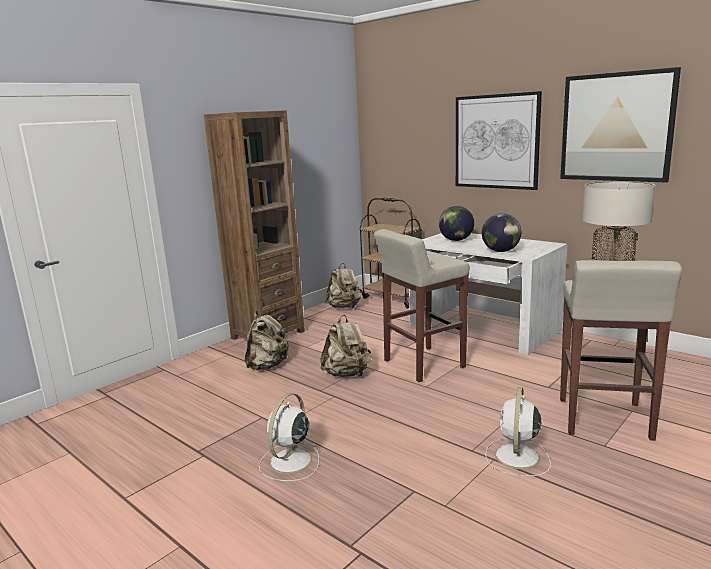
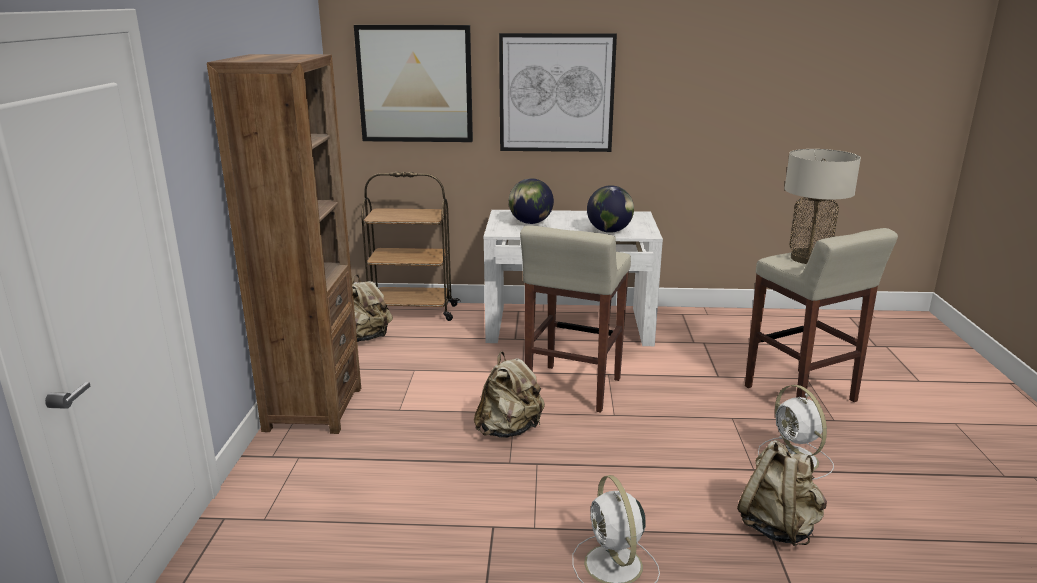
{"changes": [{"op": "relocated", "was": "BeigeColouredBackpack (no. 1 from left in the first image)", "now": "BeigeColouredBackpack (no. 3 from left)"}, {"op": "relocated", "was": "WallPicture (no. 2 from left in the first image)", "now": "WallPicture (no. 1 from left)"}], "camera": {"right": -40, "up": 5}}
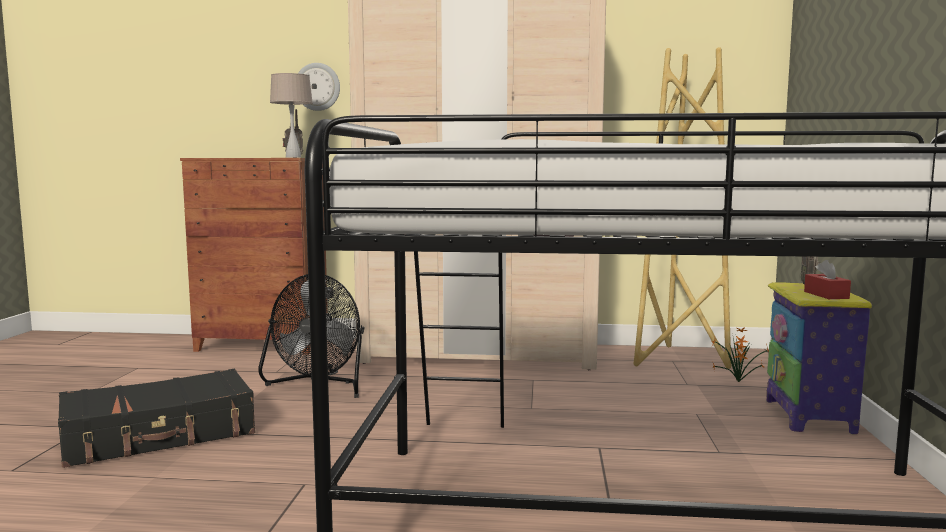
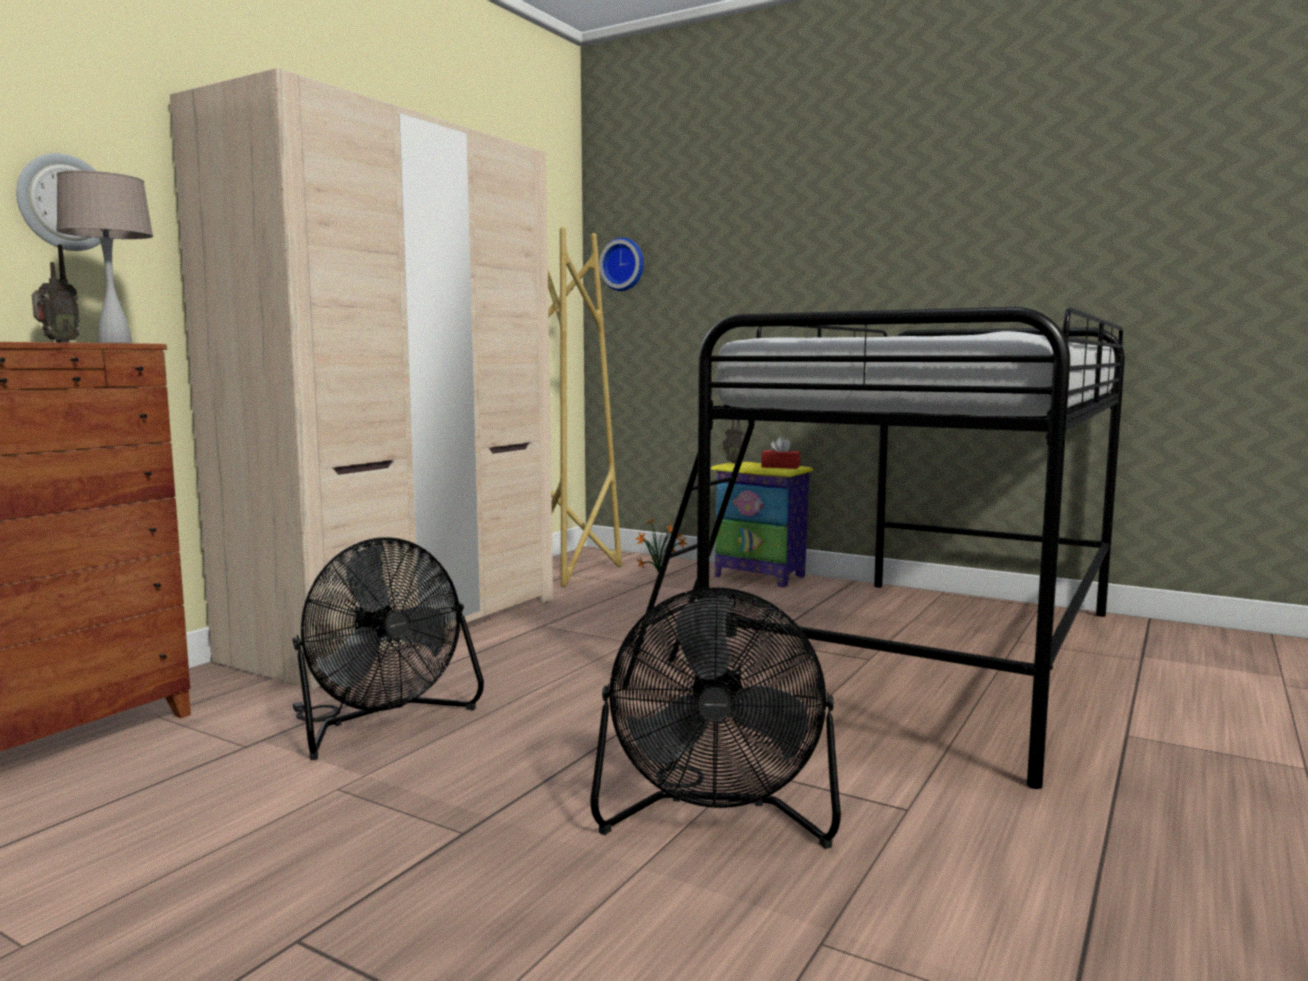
{"changes": [{"op": "missing", "was": "BlackColouredPieceOfLuggage"}, {"op": "appeared", "now": "BlackColouredElectricFan (no. 2 from left)"}, {"op": "appeared", "now": "HangingClock (no. 2 from left)"}], "camera": {"right": -65, "up": 0}}
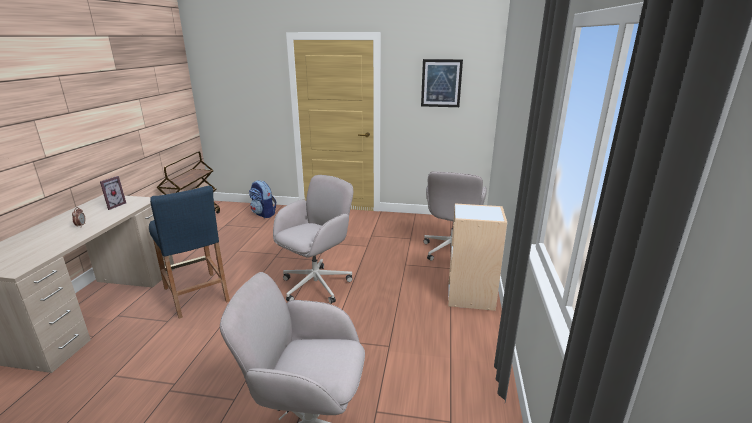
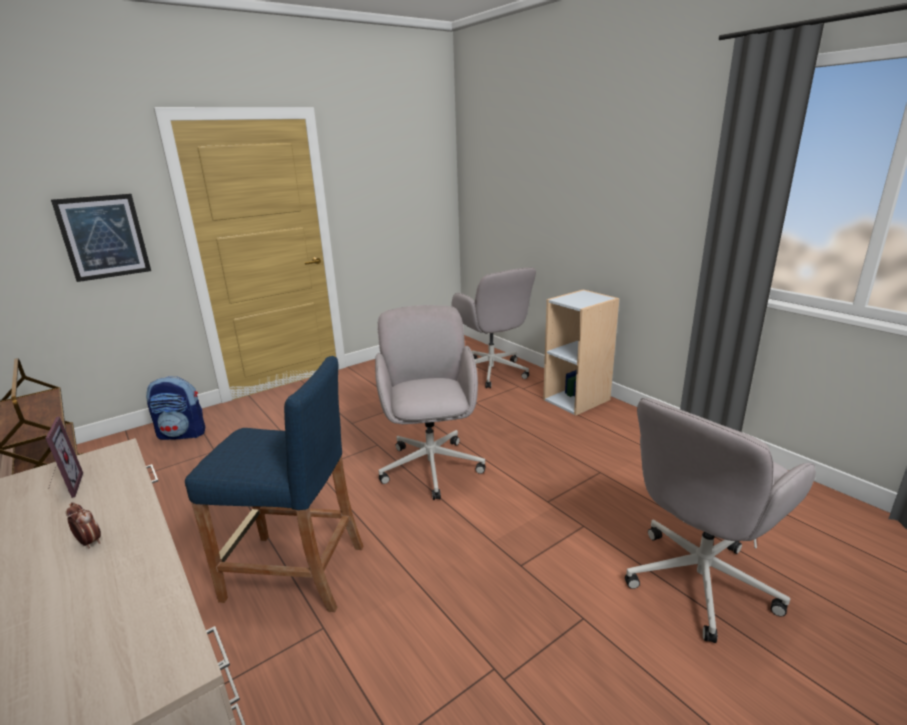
{"changes": [{"op": "relocated", "was": "WallPicture"}], "camera": {"right": -45, "up": 0}}
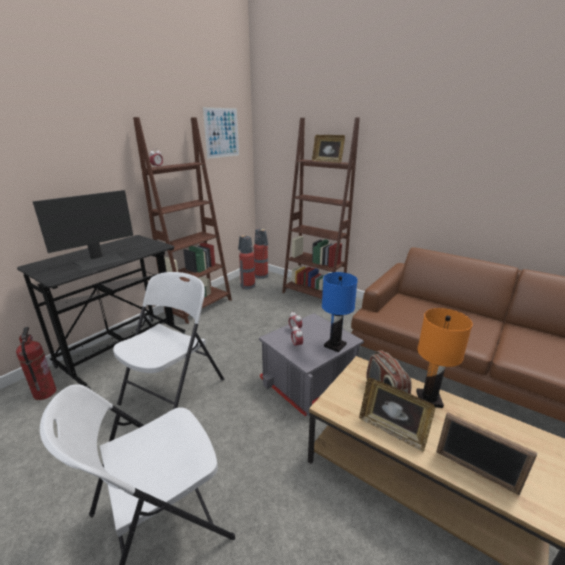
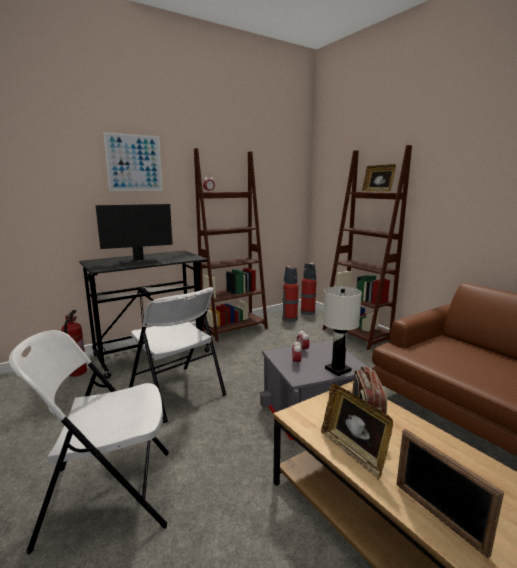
{"changes": [{"op": "missing", "was": "OrangeLampForATable"}, {"op": "relocated", "was": "WallPicture"}, {"op": "colour", "was": "BluishLampForATable", "now": "WhiteLampForATable"}, {"op": "spun", "was": "WhitePlainChair (no. 2 from left)", "clockwise": 90}], "camera": {"right": 20, "up": -10}}
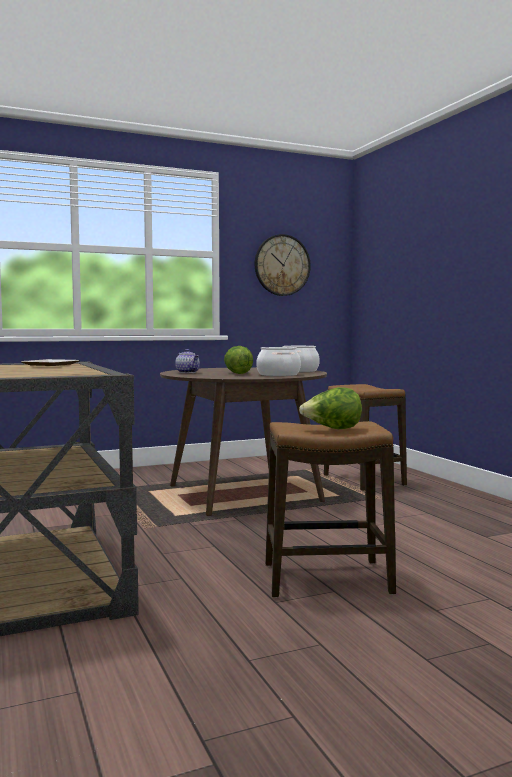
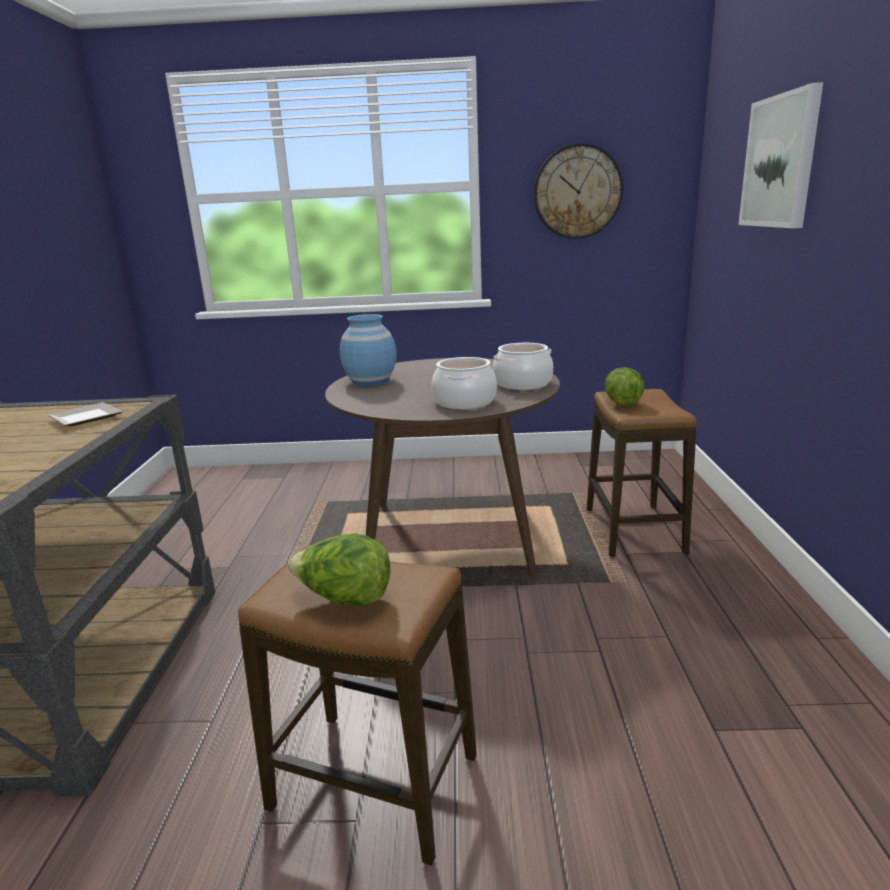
{"changes": [{"op": "appeared", "now": "WallPicture"}, {"op": "relocated", "was": "HeadOfLettuce (no. 1 from left in the first image)", "now": "HeadOfLettuce (no. 2 from left)"}, {"op": "exchanged", "was": "Teapot", "now": "BluishFlowerVase"}], "camera": {"right": 25, "up": 15}}
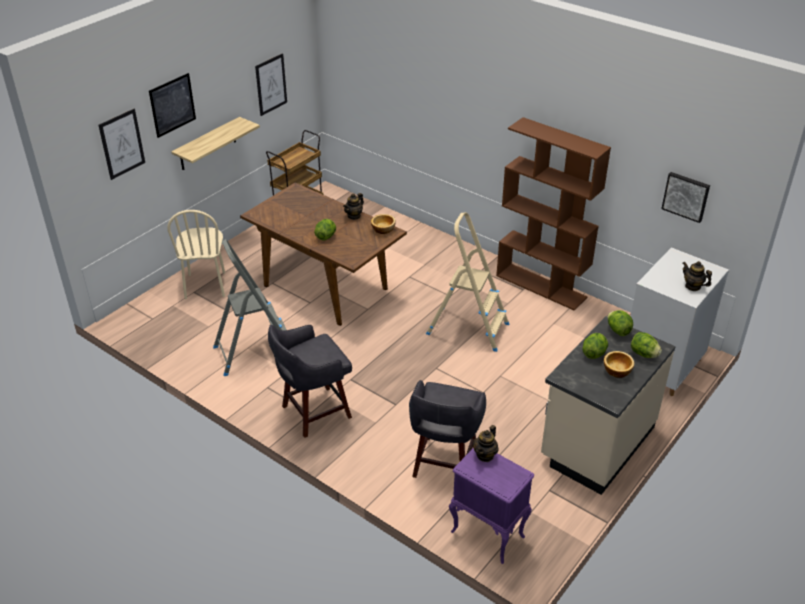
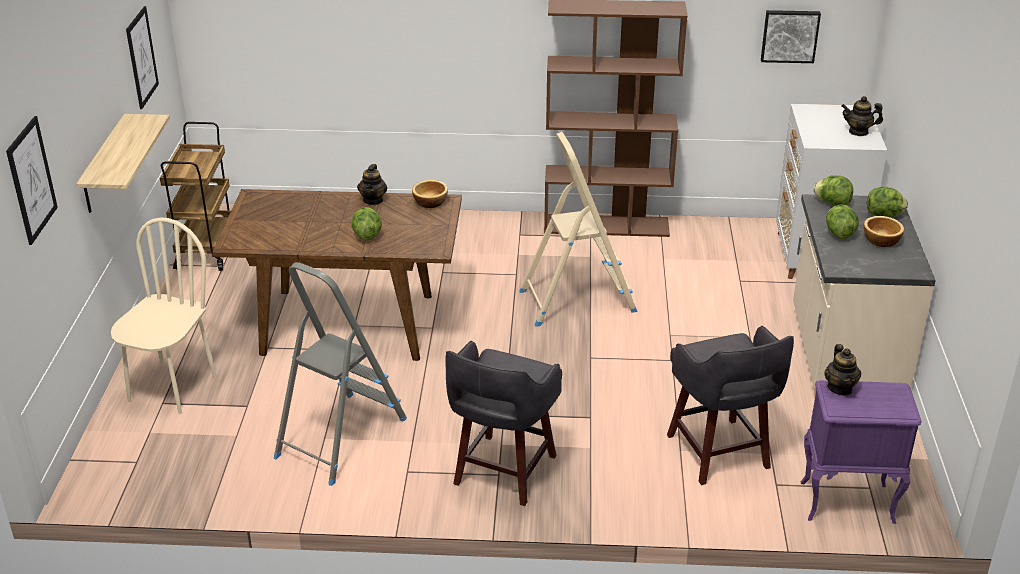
{"changes": [{"op": "missing", "was": "WallPicture (no. 2 from left)"}, {"op": "spun", "was": "BeigeColouredPlainChair", "clockwise": -120}], "camera": {"right": -35, "up": -5}}
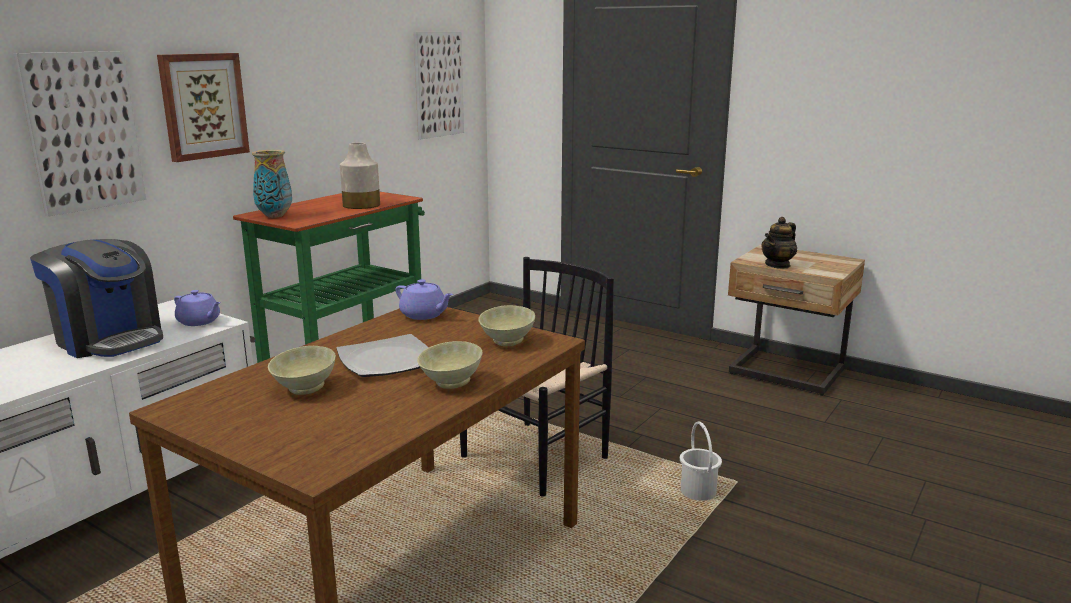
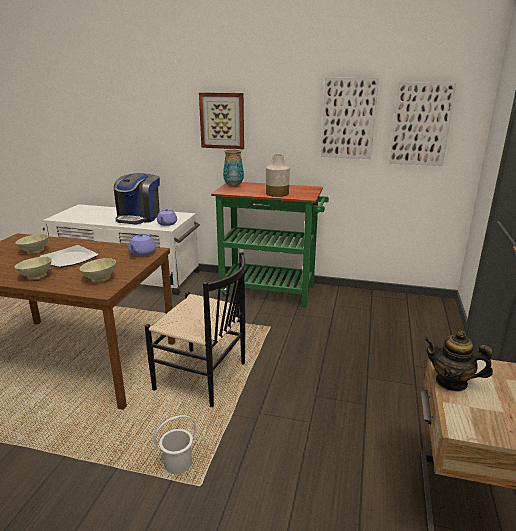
{"changes": [{"op": "relocated", "was": "WallPicture (no. 1 from left in the first image)", "now": "WallPicture (no. 2 from left)"}], "camera": {"right": 70, "up": 5}}
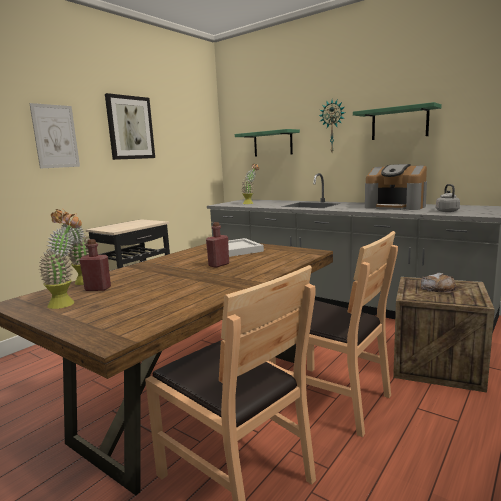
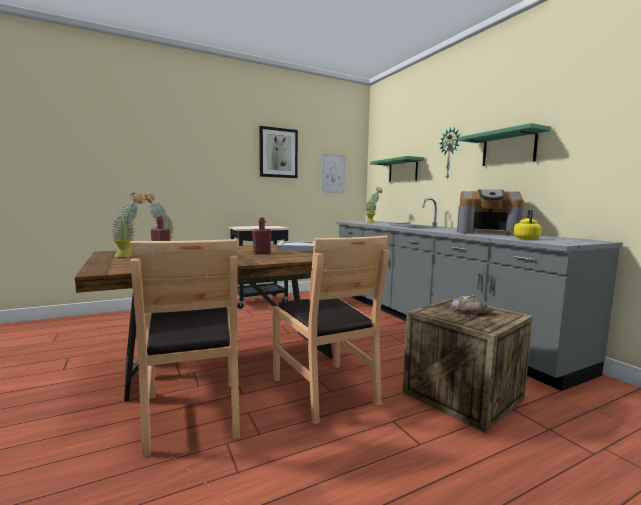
{"changes": [{"op": "relocated", "was": "WallPicture (no. 1 from left in the first image)", "now": "WallPicture (no. 2 from left)"}, {"op": "colour", "was": "GreyTeaKettle", "now": "YellowishTeaKettle"}, {"op": "spun", "was": "CoffeeMaker", "clockwise": -45}], "camera": {"right": 25, "up": -5}}
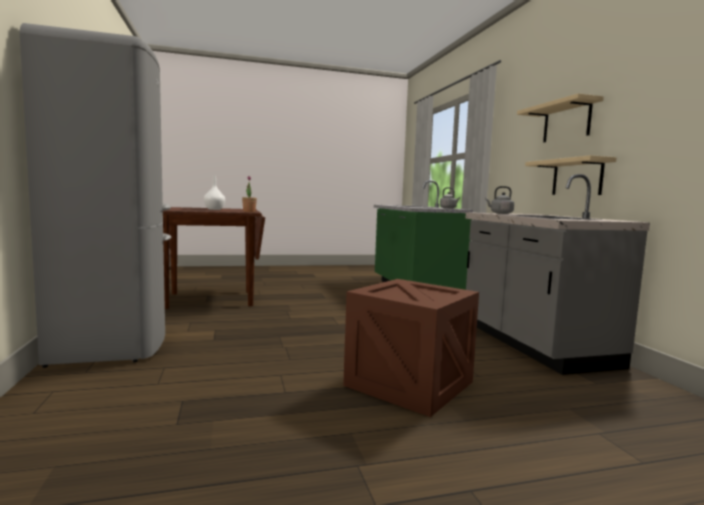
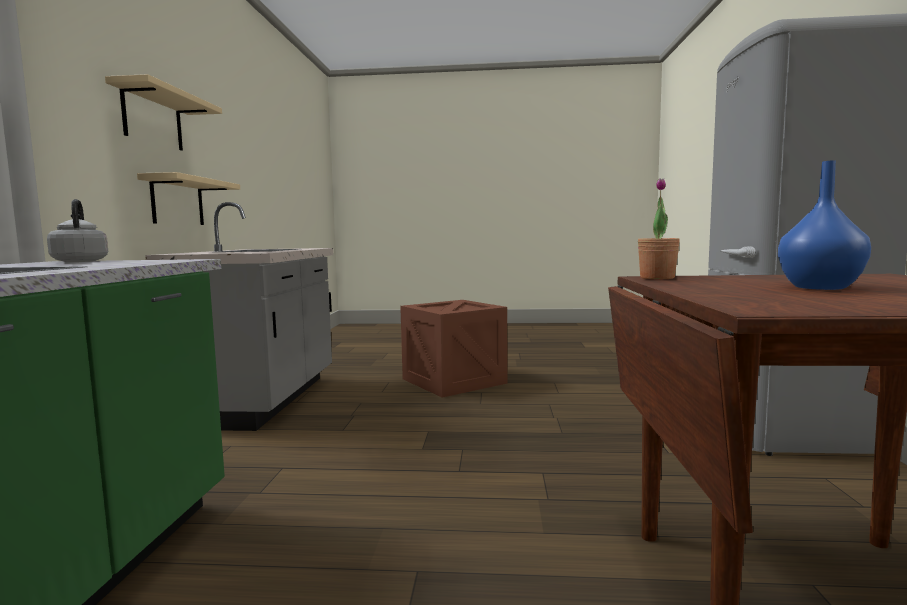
{"changes": [{"op": "missing", "was": "GreyTeaKettle (no. 2 from left)"}, {"op": "colour", "was": "WhiteFlowerVase", "now": "BluishFlowerVase"}], "camera": {"right": -160, "up": 0}}
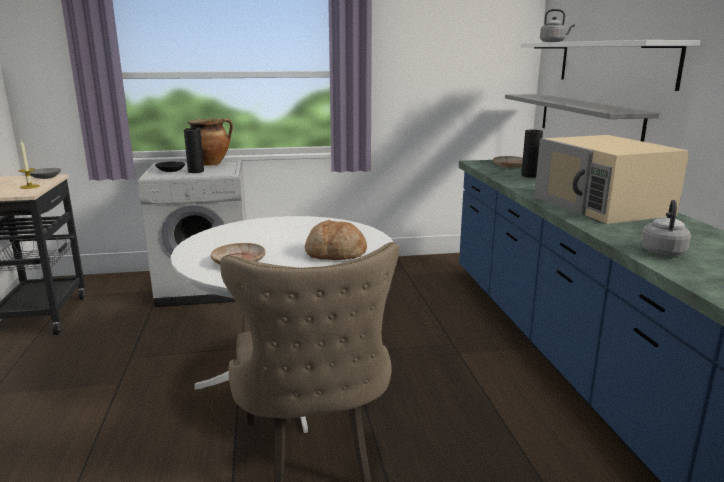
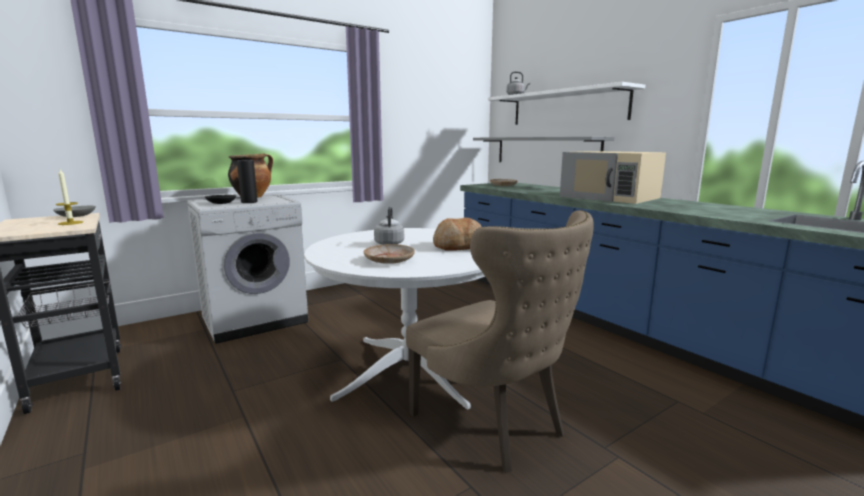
{"changes": [{"op": "missing", "was": "BlackColouredFlowerVase (no. 2 from left)"}, {"op": "relocated", "was": "GreyTeaKettle (no. 2 from left in the first image)", "now": "GreyTeaKettle (no. 1 from left)"}], "camera": {"right": -25, "up": -5}}
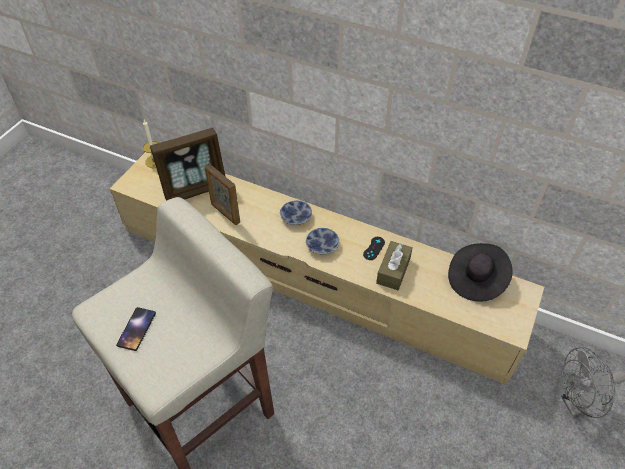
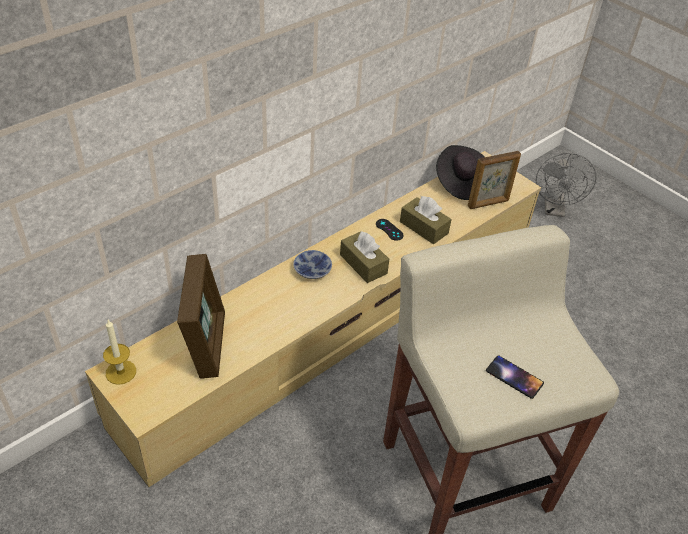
{"changes": [{"op": "relocated", "was": "StandingFrame (no. 2 from left)"}, {"op": "exchanged", "was": "ServingBowl (no. 2 from left)", "now": "BrownColouredTissueBox (no. 1 from left)"}], "camera": {"right": -70, "up": -5}}
